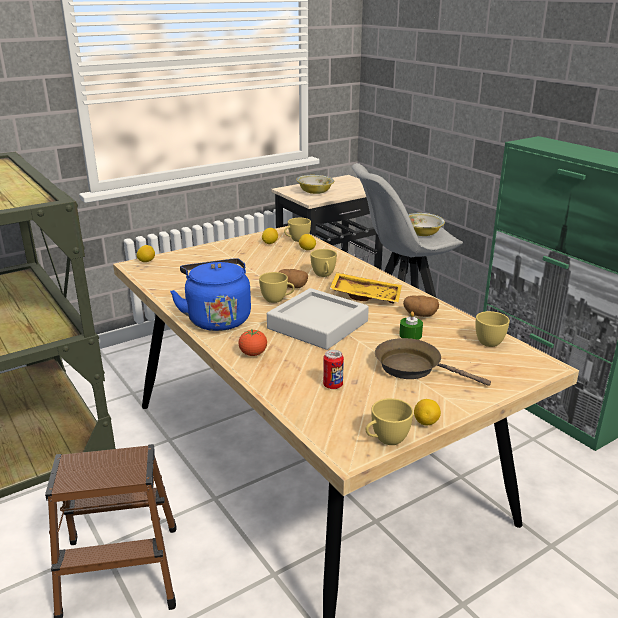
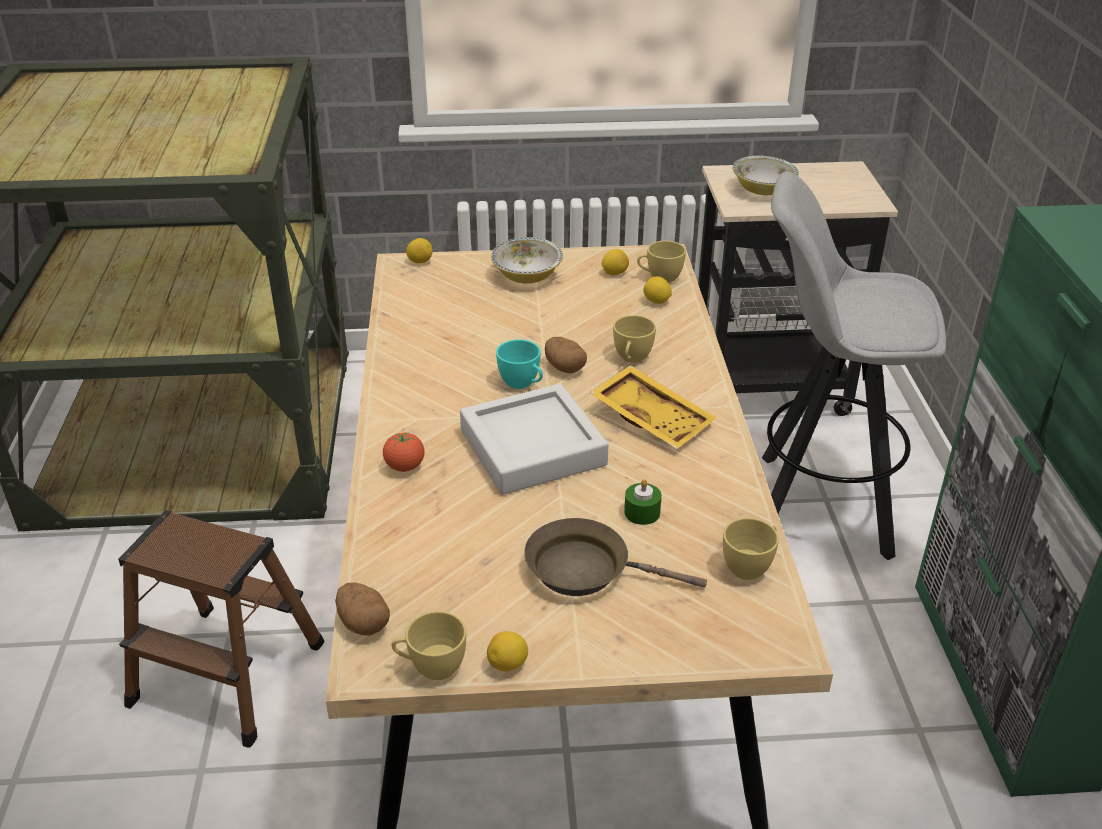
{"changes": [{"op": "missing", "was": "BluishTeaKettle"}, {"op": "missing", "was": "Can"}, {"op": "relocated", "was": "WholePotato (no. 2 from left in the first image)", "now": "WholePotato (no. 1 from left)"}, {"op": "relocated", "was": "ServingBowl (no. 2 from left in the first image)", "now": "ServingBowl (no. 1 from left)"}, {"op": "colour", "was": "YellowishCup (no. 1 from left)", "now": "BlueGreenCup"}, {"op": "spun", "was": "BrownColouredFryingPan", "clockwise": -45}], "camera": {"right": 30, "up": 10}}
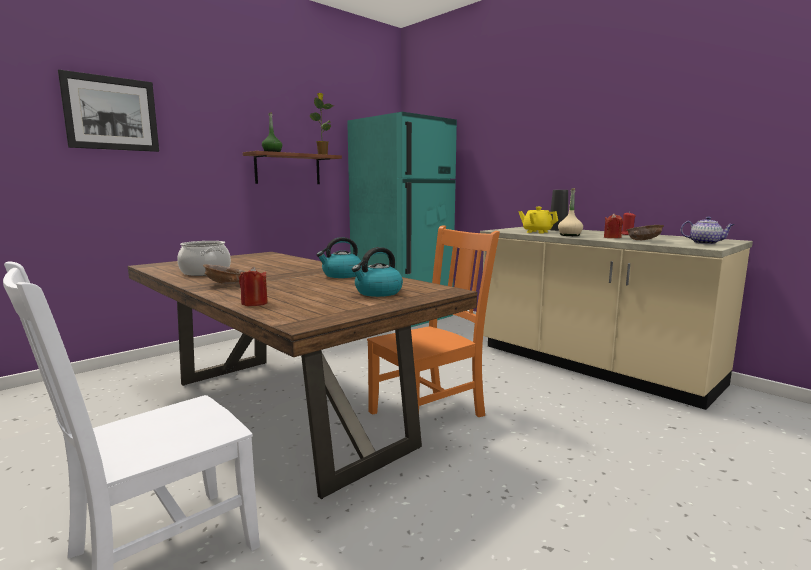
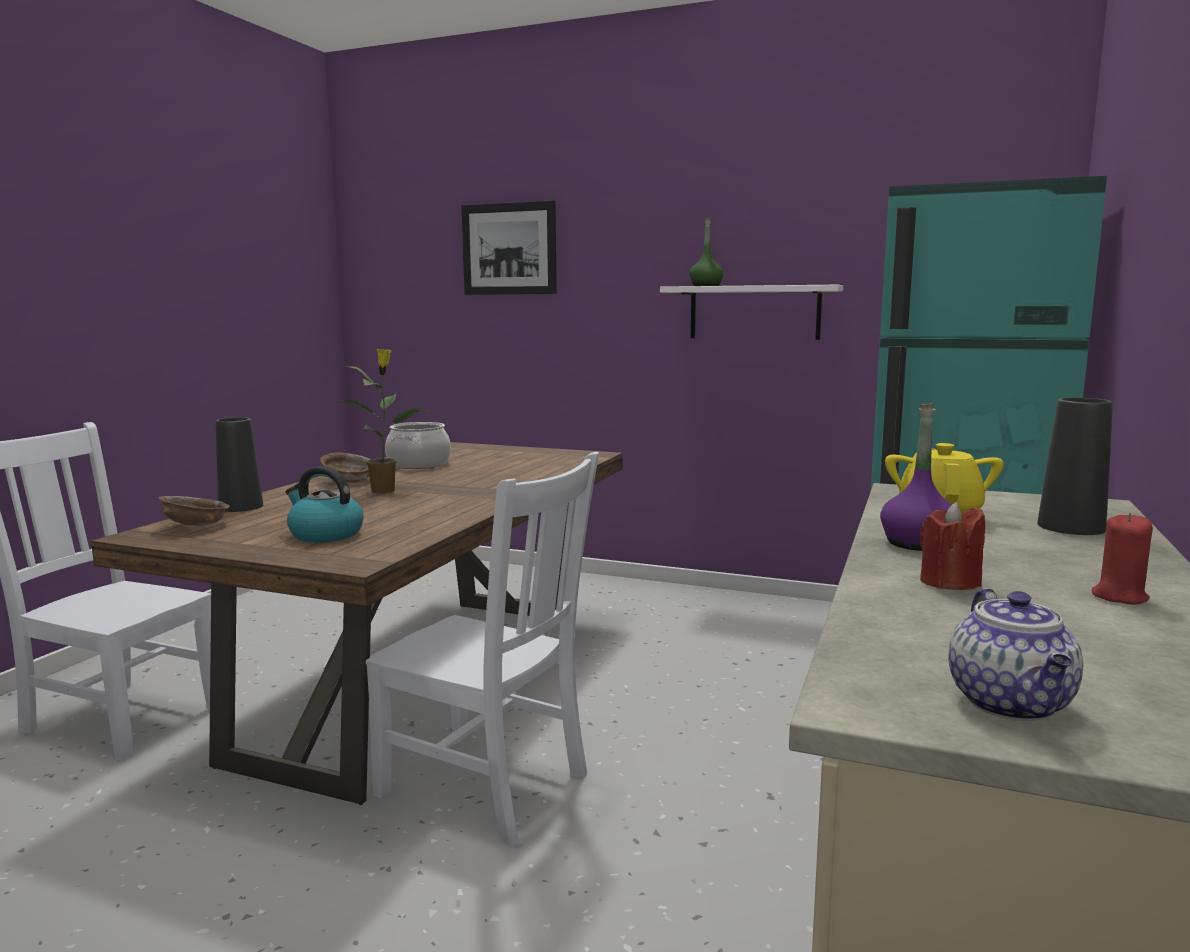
{"changes": [{"op": "missing", "was": "TeaKettle (no. 1 from left)"}, {"op": "relocated", "was": "Houseplant"}, {"op": "relocated", "was": "BrownColouredServingBowl (no. 2 from left in the first image)", "now": "BrownColouredServingBowl (no. 1 from left)"}, {"op": "exchanged", "was": "ReddishWaxCandle (no. 1 from left)", "now": "BlackColouredFlowerVase (no. 1 from left)"}, {"op": "colour", "was": "BrownColouredShelf", "now": "WhiteShelf"}, {"op": "colour", "was": "OrangePlainChair", "now": "WhitePlainChair (no. 2 from left)"}, {"op": "colour", "was": "BeigeColouredBottle", "now": "PurpleColouredBottle"}], "camera": {"right": 65, "up": 0}}
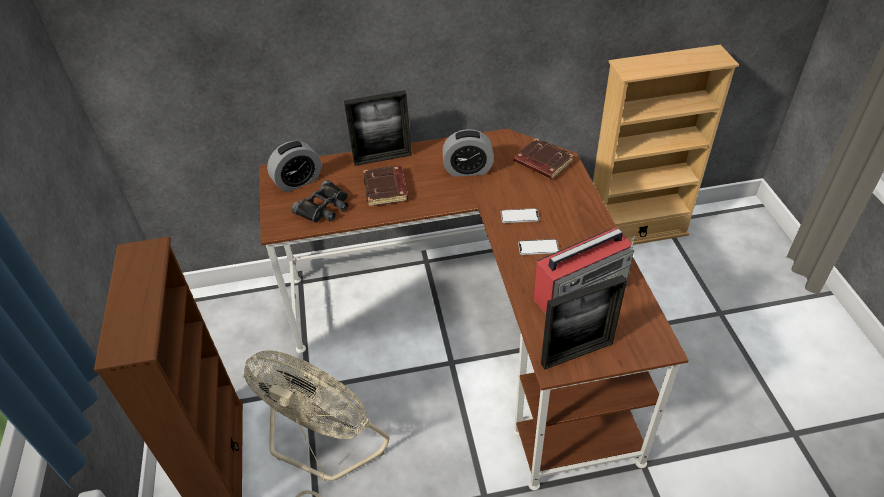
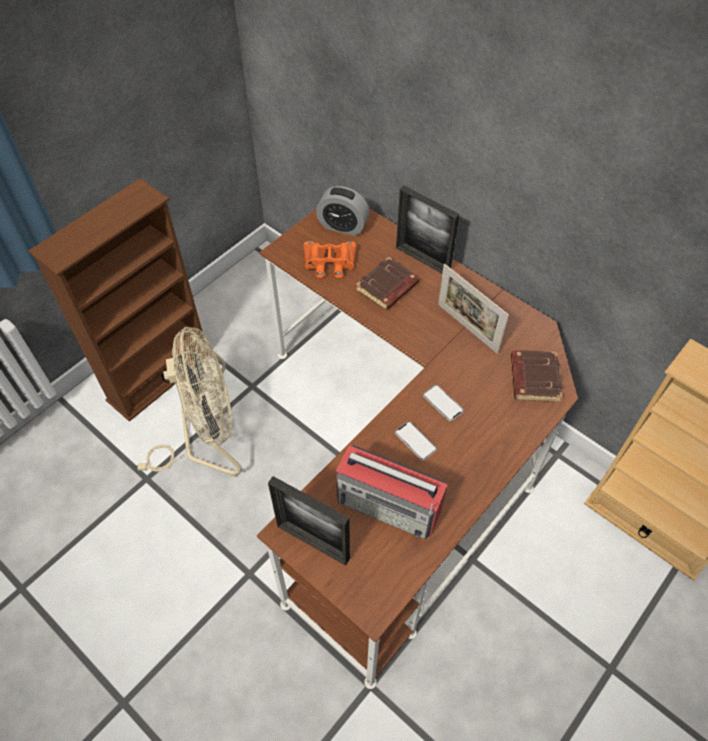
{"changes": [{"op": "exchanged", "was": "AlarmClock (no. 2 from left)", "now": "StandingFrame (no. 3 from left)"}, {"op": "colour", "was": "BlackColouredPairOfBinoculars", "now": "OrangePairOfBinoculars"}], "camera": {"right": 50, "up": 10}}
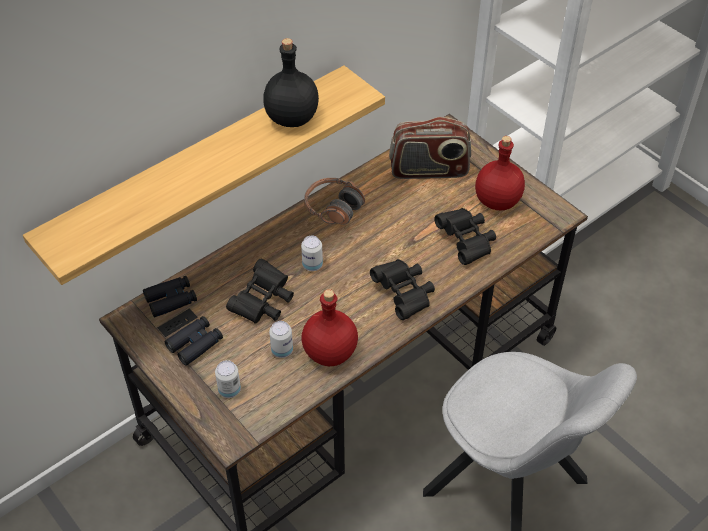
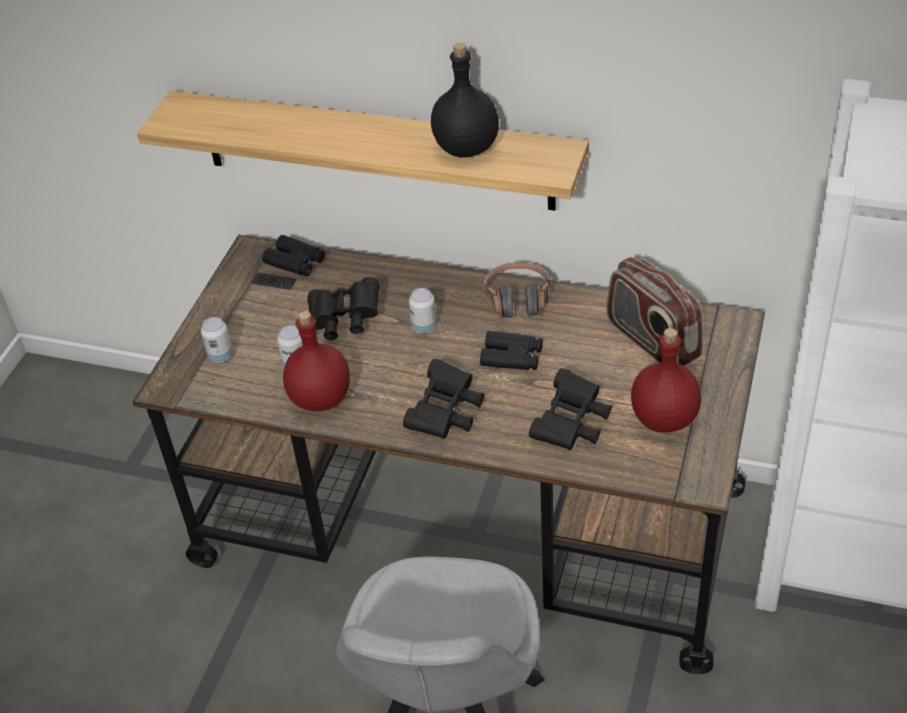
{"changes": [{"op": "relocated", "was": "BlackColouredPairOfBinoculars (no. 2 from left in the first image)", "now": "BlackColouredPairOfBinoculars (no. 4 from left)"}], "camera": {"right": 60, "up": -5}}
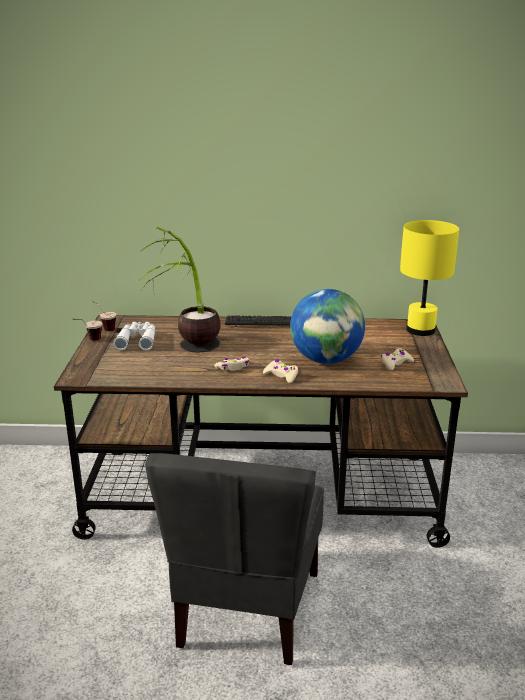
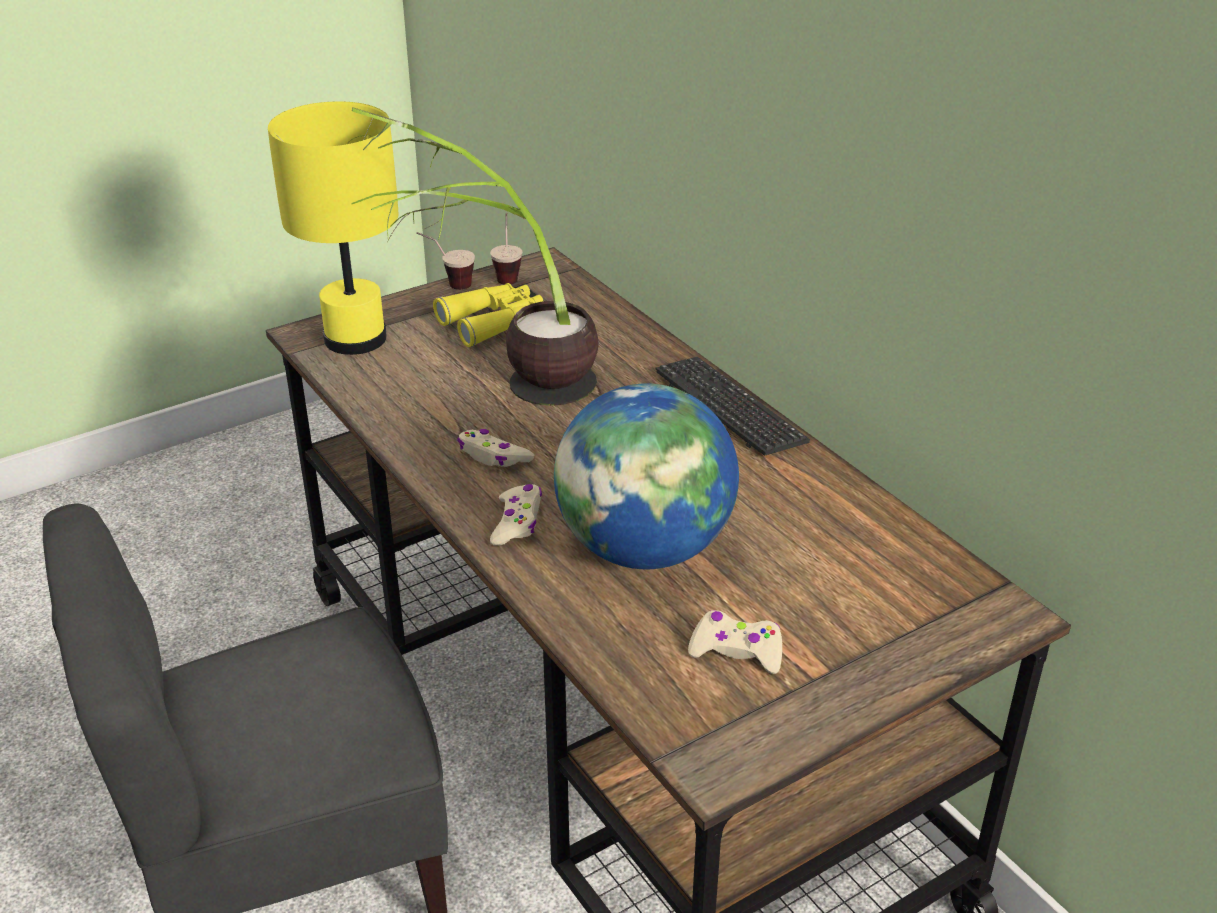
{"changes": [{"op": "relocated", "was": "YellowishLampForATable"}, {"op": "colour", "was": "WhitePairOfBinoculars", "now": "YellowishPairOfBinoculars"}], "camera": {"right": 55, "up": 10}}
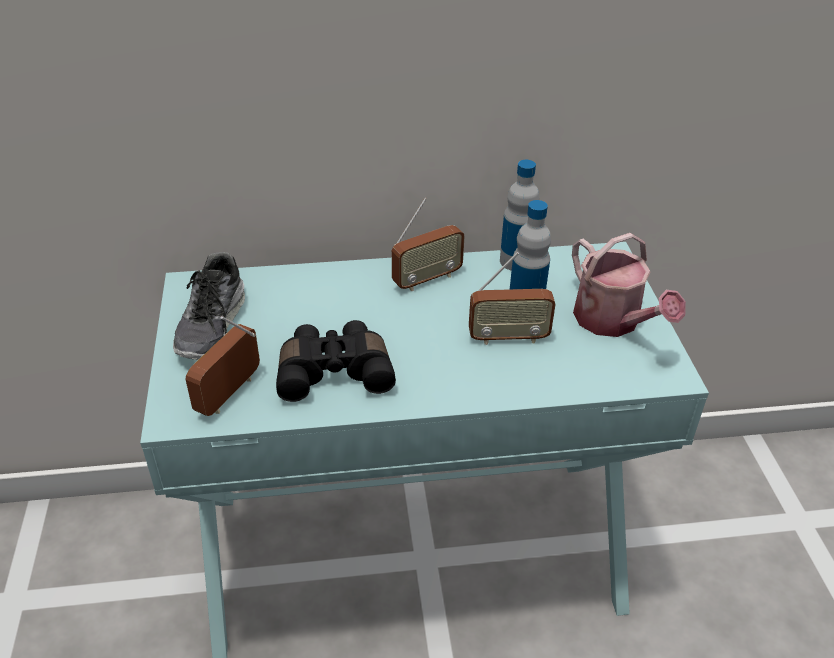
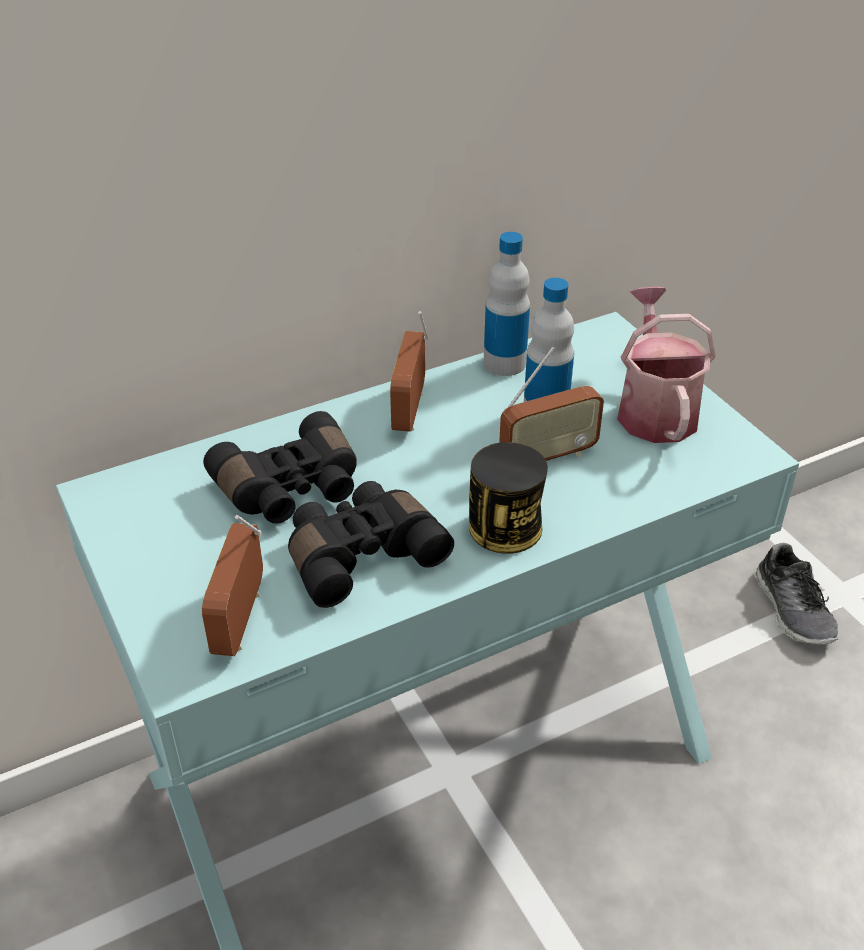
{"changes": [{"op": "appeared", "now": "BlackColouredPairOfBinoculars (no. 1 from left)"}, {"op": "appeared", "now": "Can"}, {"op": "relocated", "was": "Shoe"}, {"op": "spun", "was": "RadioSet (no. 2 from left)", "clockwise": 150}, {"op": "spun", "was": "WateringPot", "clockwise": -135}], "camera": {"right": -20, "up": 0}}
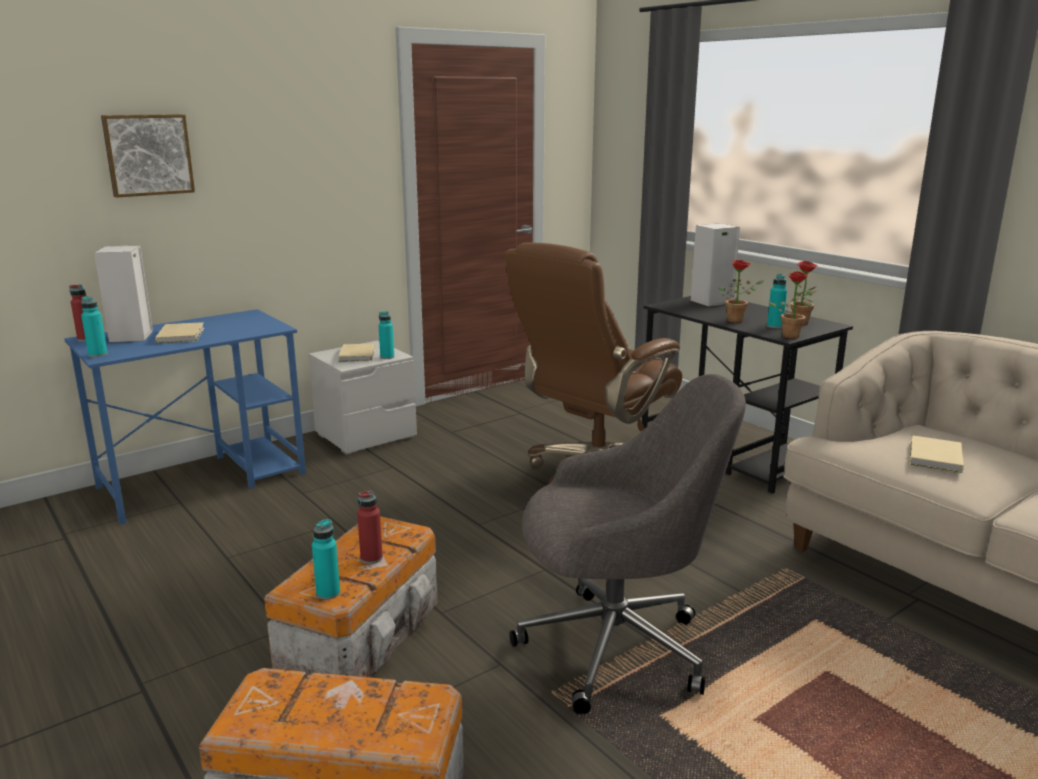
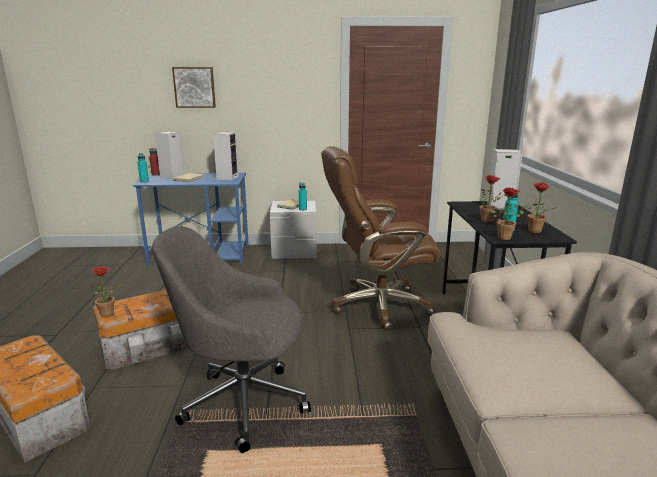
{"changes": [{"op": "missing", "was": "ReddishBottle (no. 2 from left)"}, {"op": "missing", "was": "BeigeColouredVolume (no. 3 from left)"}, {"op": "appeared", "now": "Speaker (no. 2 from left)"}, {"op": "exchanged", "was": "BlueGreenBottle (no. 2 from left)", "now": "Houseplant (no. 1 from left)"}, {"op": "spun", "was": "GreyOfficeChair", "clockwise": 150}], "camera": {"right": 35, "up": 0}}
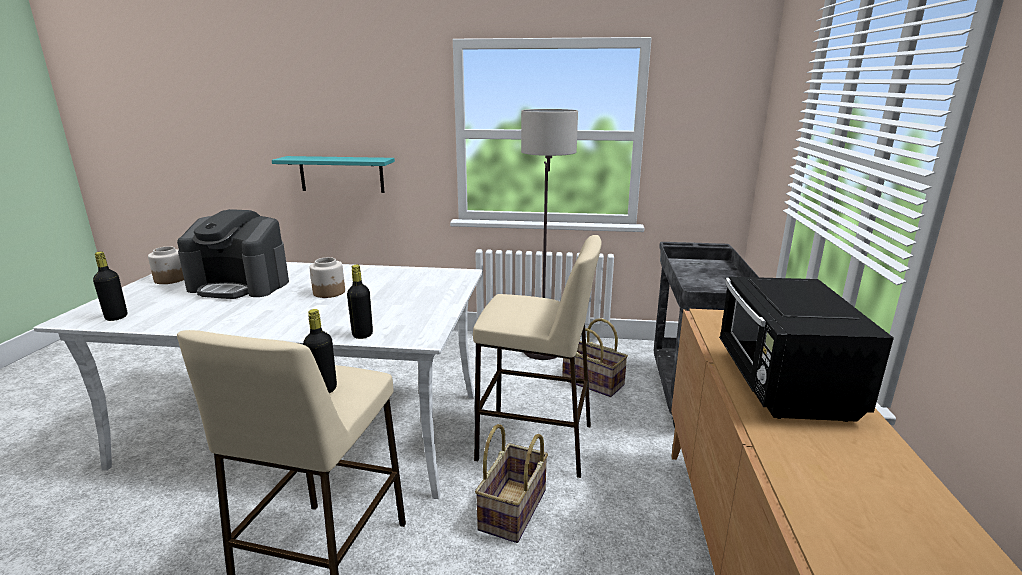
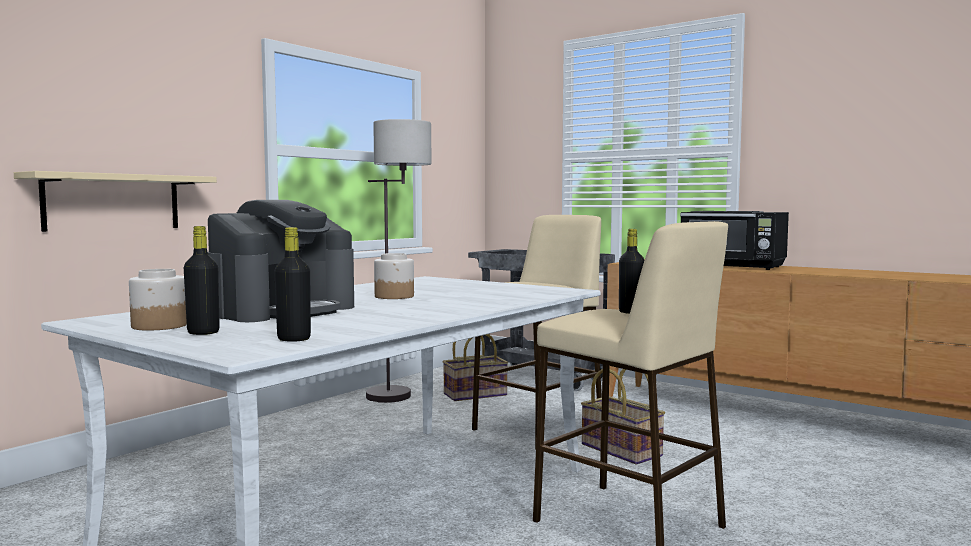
{"changes": [{"op": "relocated", "was": "BlackColouredBottle (no. 3 from left in the first image)", "now": "BlackColouredBottle (no. 1 from left)"}, {"op": "colour", "was": "BlueGreenShelf", "now": "BeigeColouredShelf"}], "camera": {"right": -60, "up": -15}}
